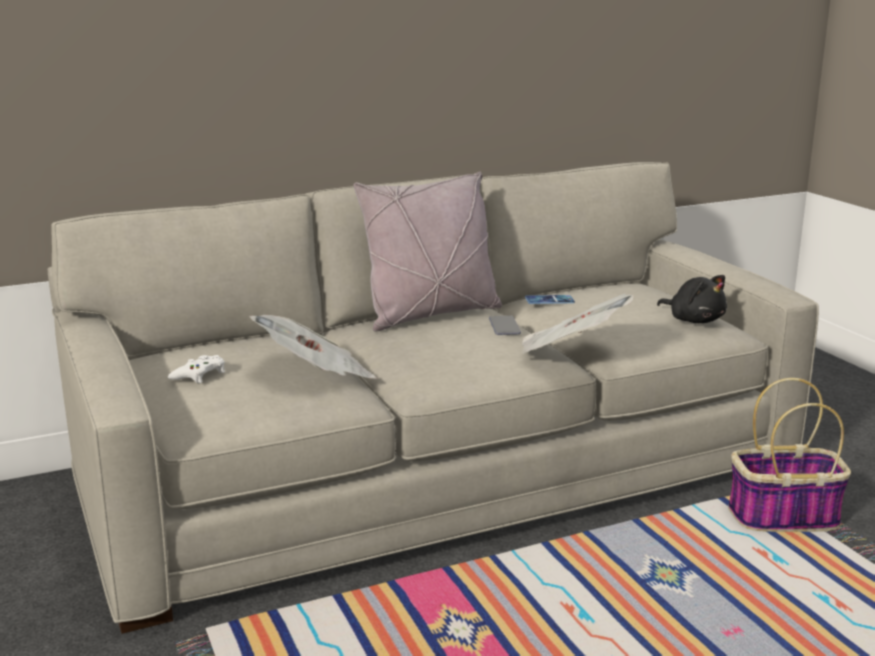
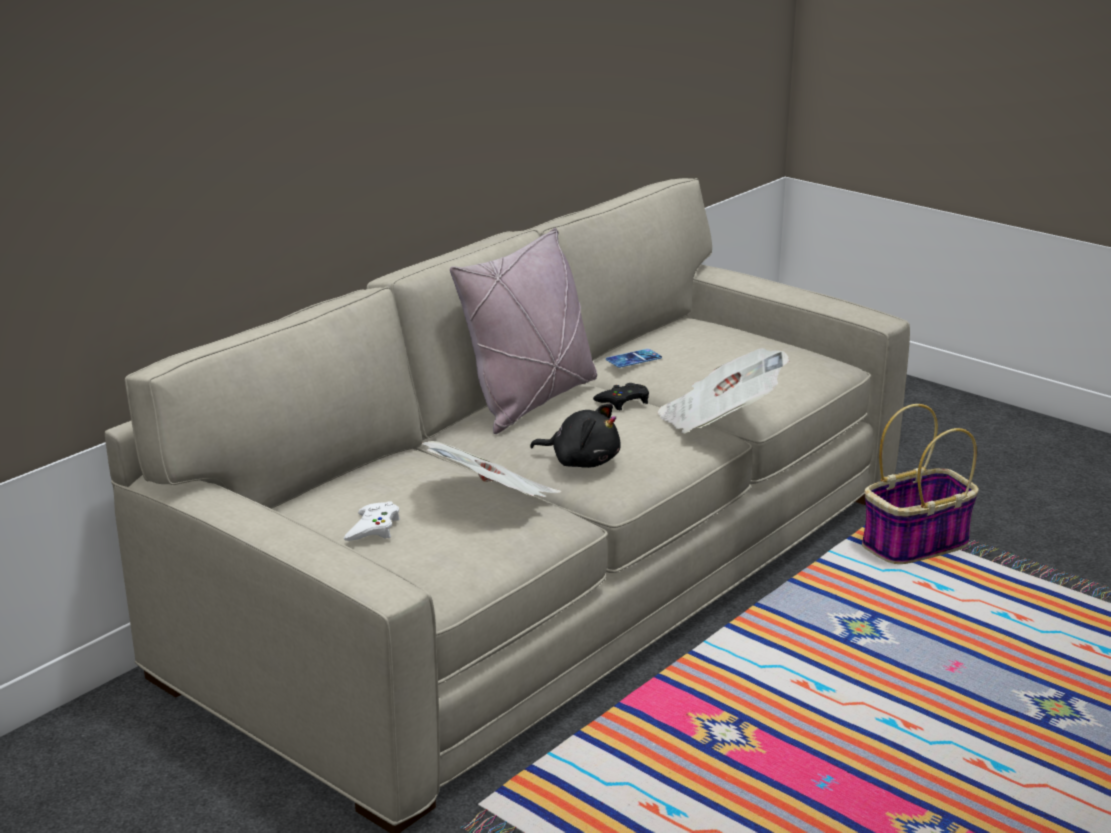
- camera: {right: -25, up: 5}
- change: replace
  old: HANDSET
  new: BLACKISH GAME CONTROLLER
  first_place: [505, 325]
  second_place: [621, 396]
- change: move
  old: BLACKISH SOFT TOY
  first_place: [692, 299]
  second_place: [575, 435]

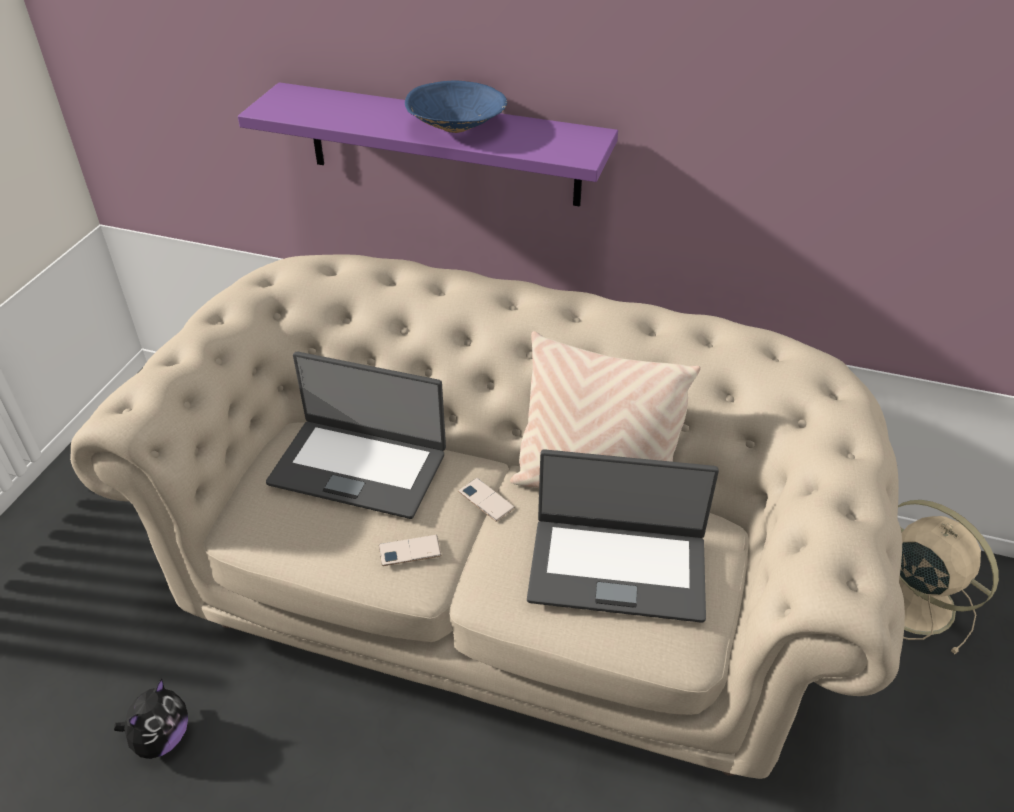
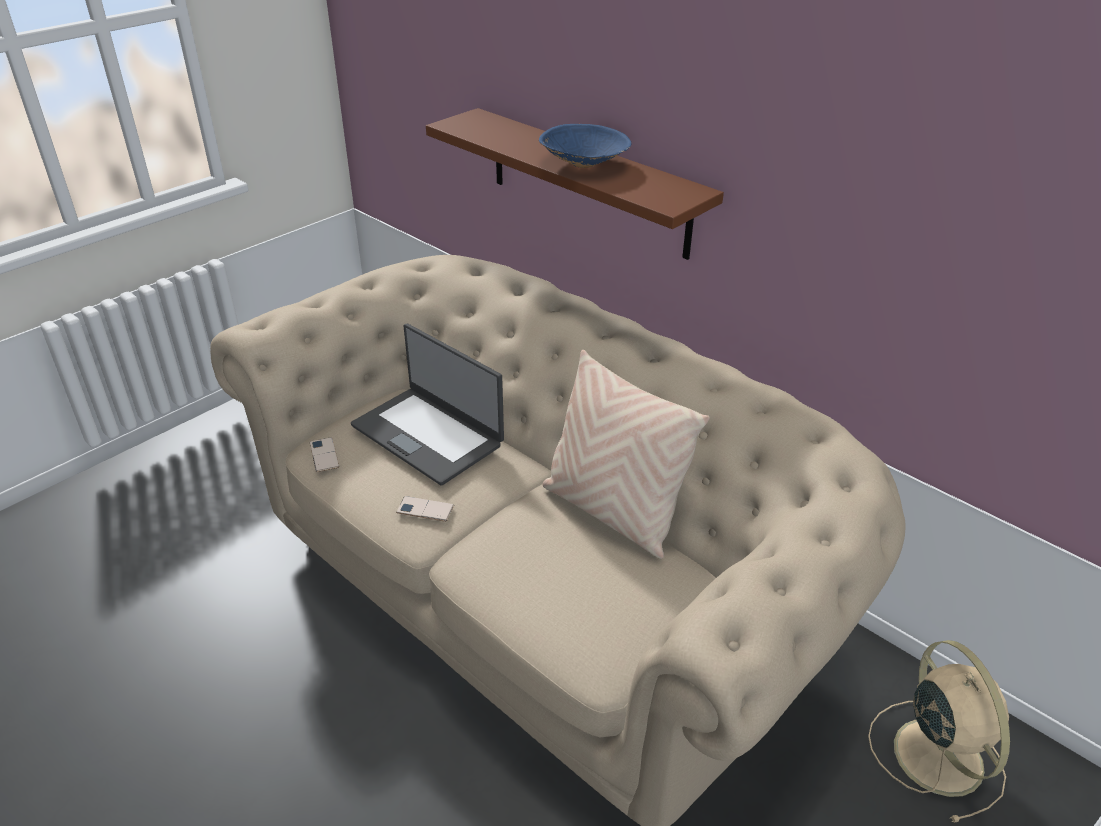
- camera: {right: 25, up: -5}
- change: delete
  old: SOFT TOY
  first_place: [151, 718]
- change: recolor
  old: PURPLE BRACKET SHELF
  new: BROWN-COLOURED BRACKET SHELF
  first_place: [428, 144]
  second_place: [575, 184]
- change: move
  old: HANDSET
  first_place: [486, 500]
  second_place: [324, 454]
- change: delete
  old: PORTABLE COMPUTER
  first_place: [623, 536]

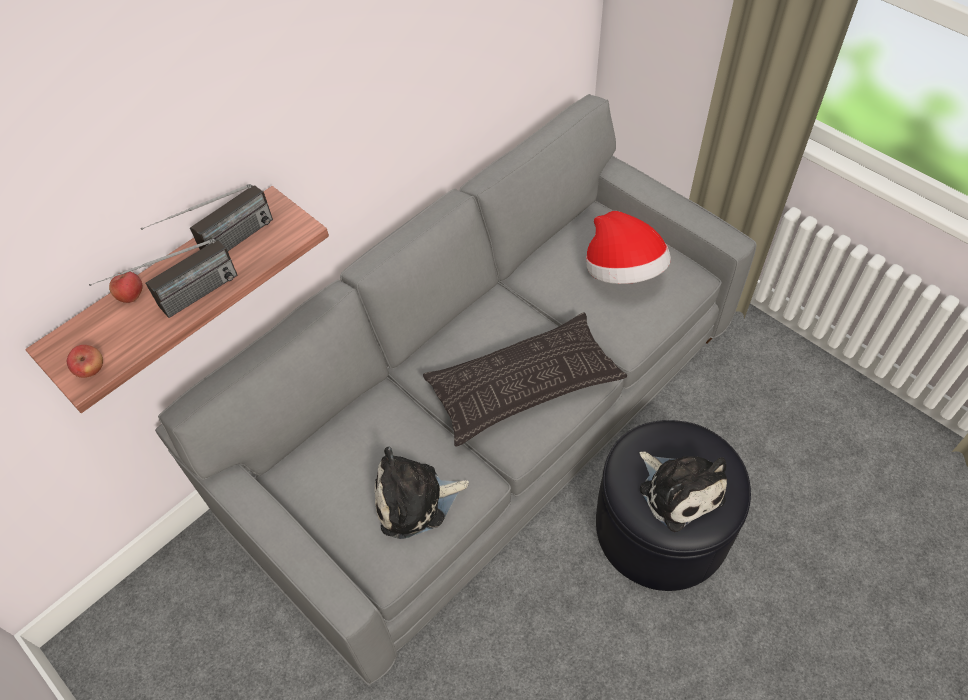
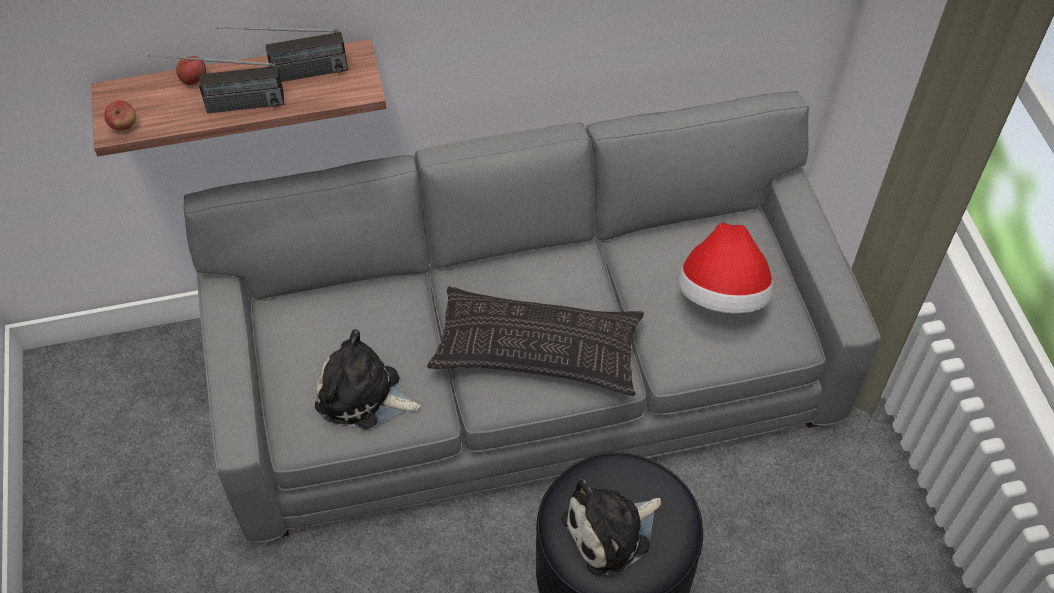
- camera: {right: 30, up: 0}
- change: rotate
  old: SOFT TOY
  first_place: [683, 491]
  second_place: [611, 527]
  degrees: 60

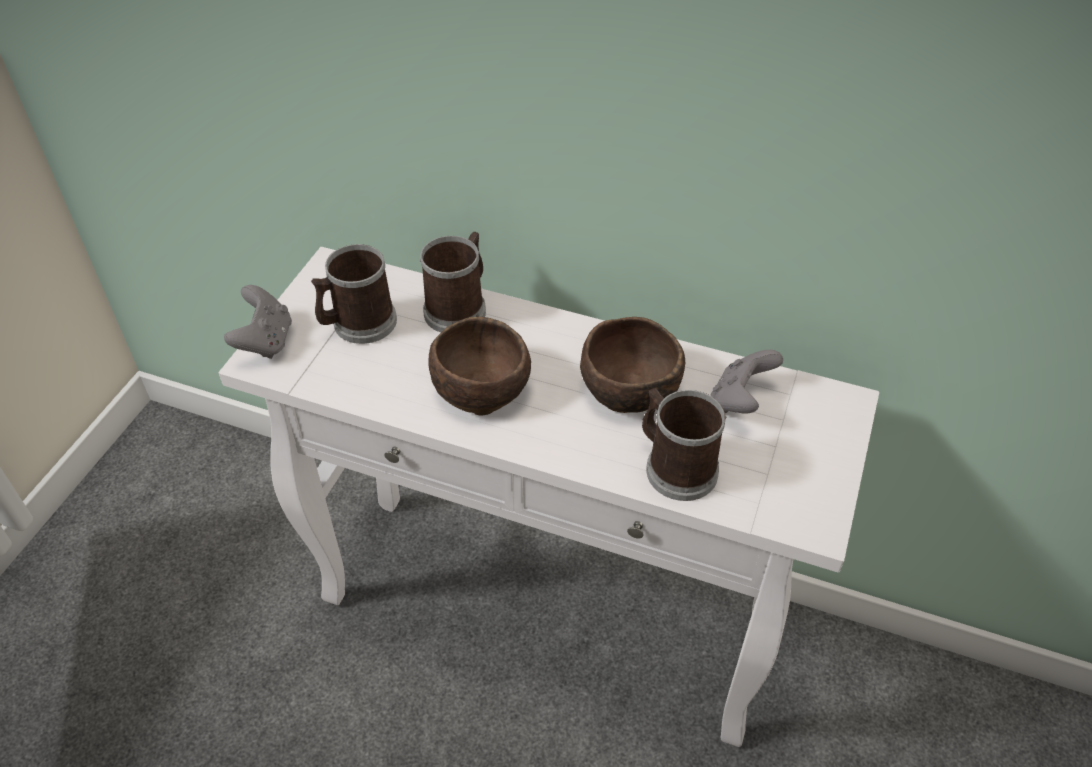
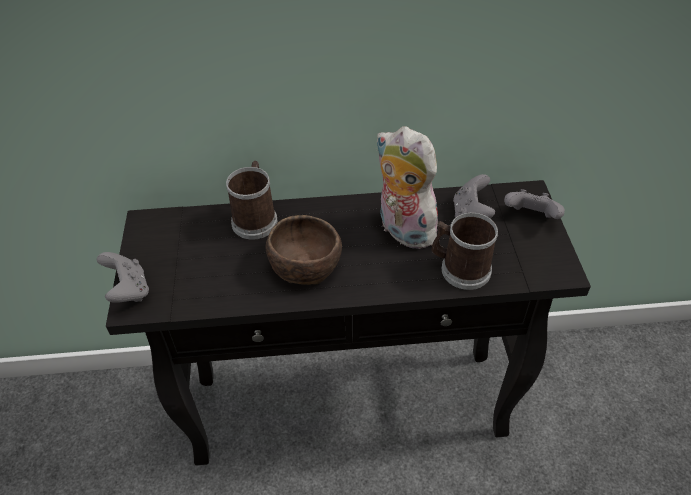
- camera: {right: -25, up: 0}
- change: recolor
  old: WHITE NARROW TABLE
  new: BLACKISH NARROW TABLE
  first_place: [548, 497]
  second_place: [348, 322]
- change: delete
  old: MUG
  first_place: [354, 294]
- change: replace
  old: BROWN-COLOURED SERVING BOWL
  new: SOFT TOY
  first_place: [632, 365]
  second_place: [407, 187]
- change: insert
  new: GRAY GAME CONTROLLER
  second_place: [534, 204]

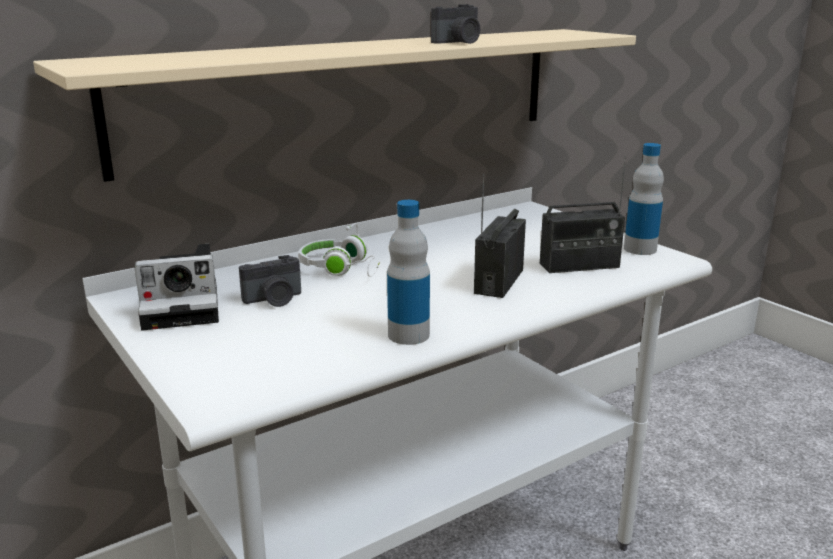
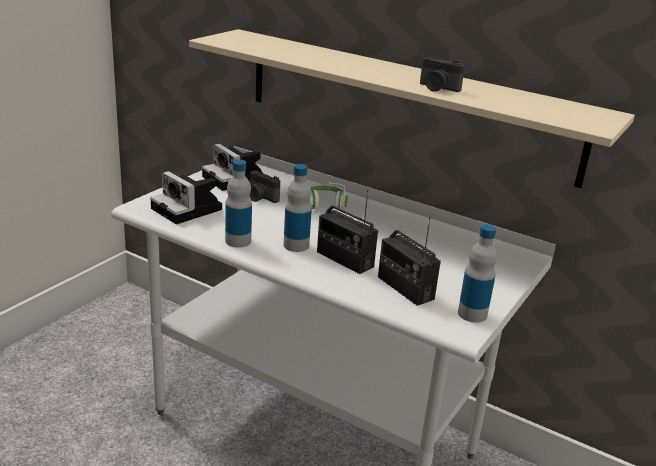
- camera: {right: 65, up: 5}
- change: rotate
  old: RADIO RECEIVER
  first_place: [500, 236]
  second_place: [347, 232]
  degrees: -135
- change: insert
  new: PHOTO CAMERA
  second_place: [186, 197]
- change: insert
  new: DRINK BOTTLE
  second_place: [298, 208]

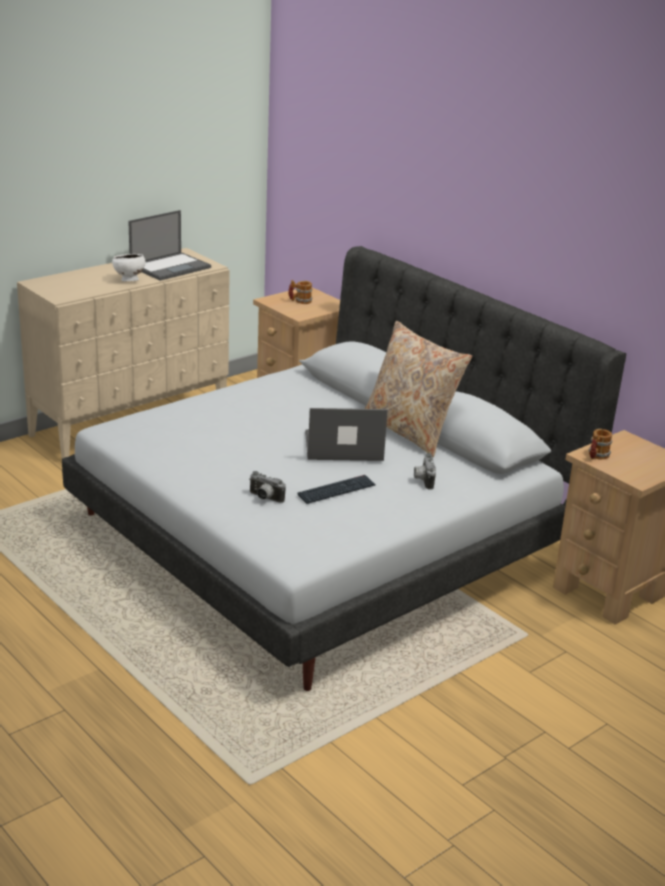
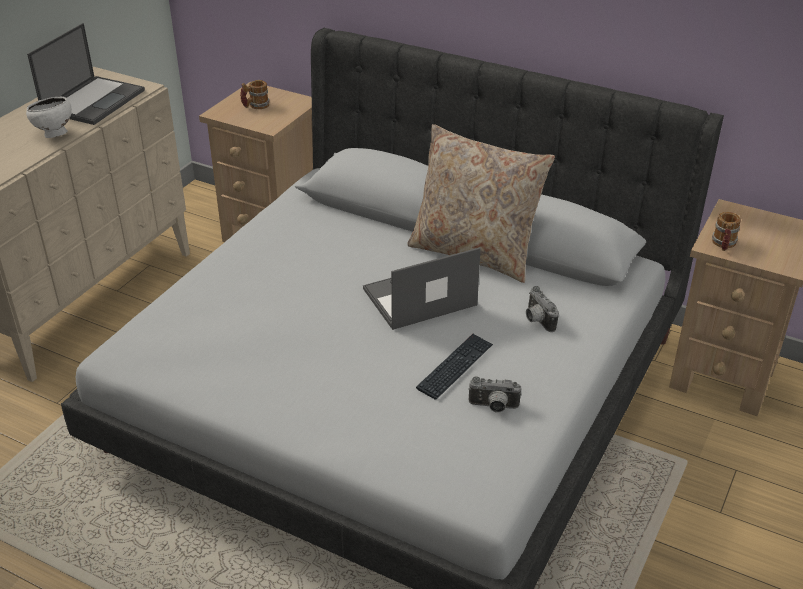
- camera: {right: -20, up: 10}
- change: move
  old: PHOTO CAMERA
  first_place: [267, 487]
  second_place: [494, 394]

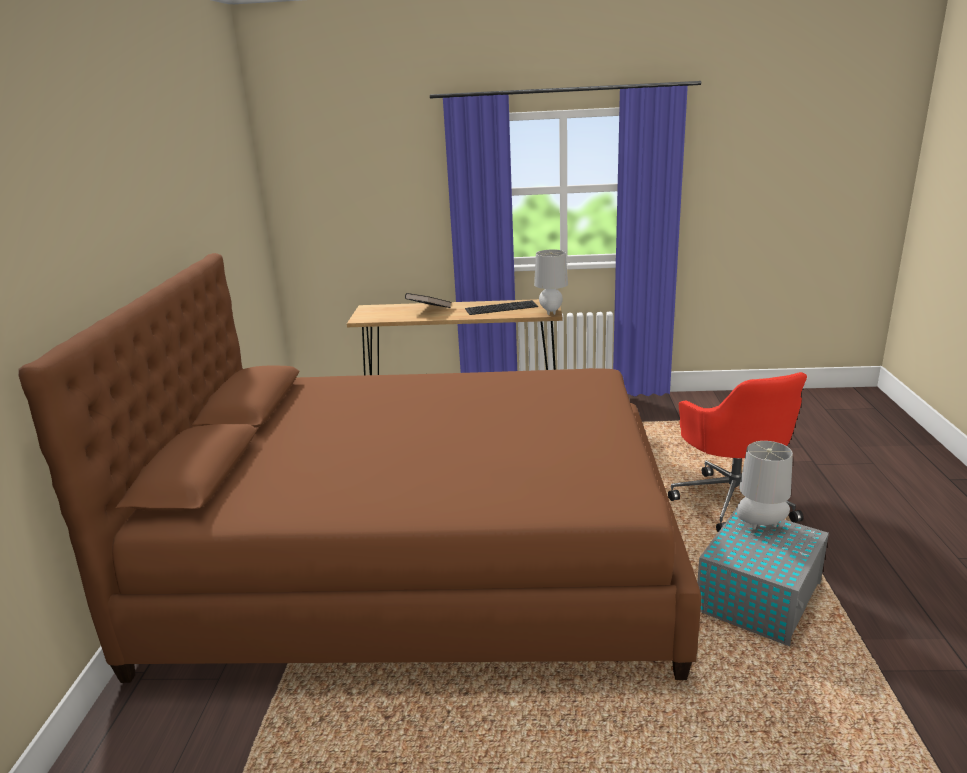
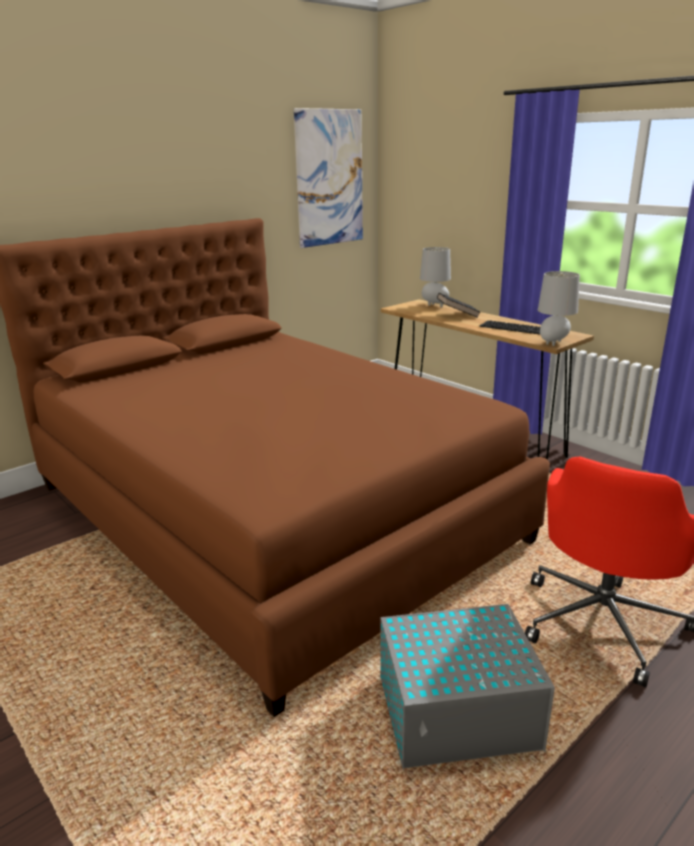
- camera: {right: 45, up: 0}
- change: move
  old: GRAY TABLETOP LAMP
  first_place: [765, 485]
  second_place: [435, 277]
- change: insert
  new: WALL ART
  second_place: [328, 178]

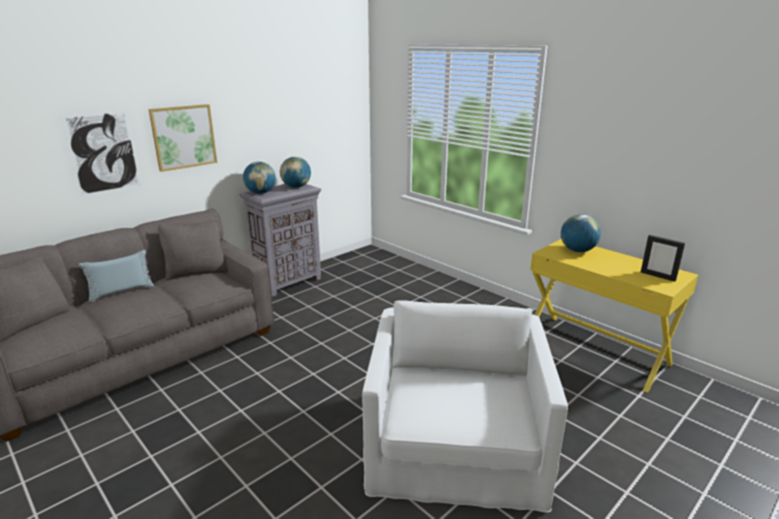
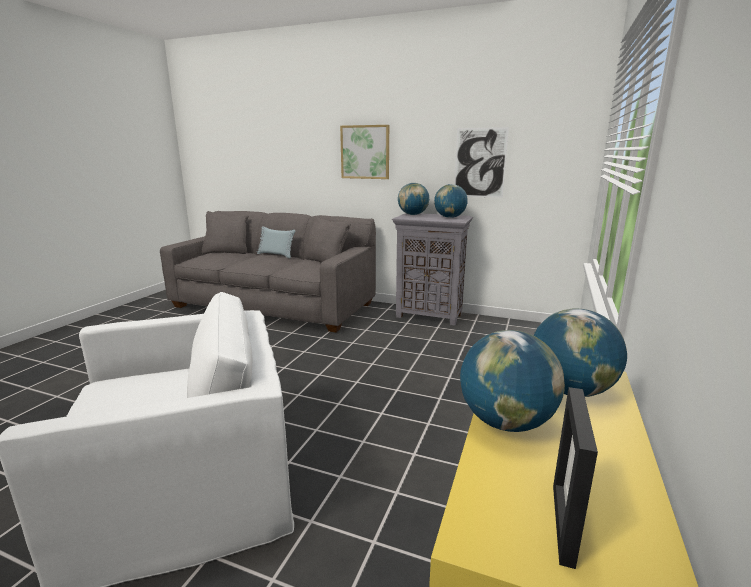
- camera: {right: 65, up: -5}
- change: move
  old: WALL ART
  first_place: [101, 153]
  second_place: [481, 162]
- change: insert
  new: DESK GLOBE
  second_place: [512, 381]

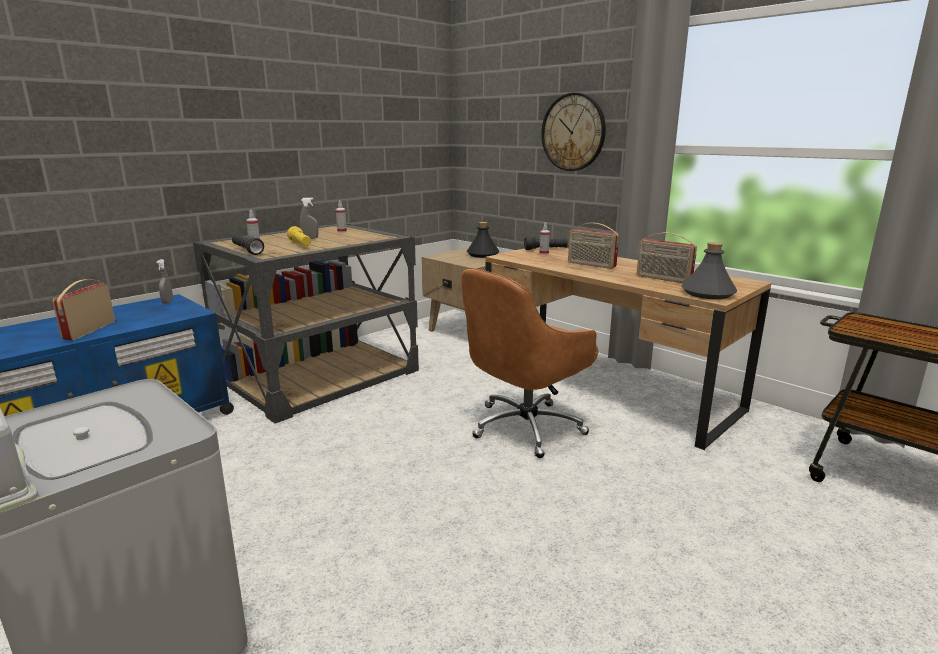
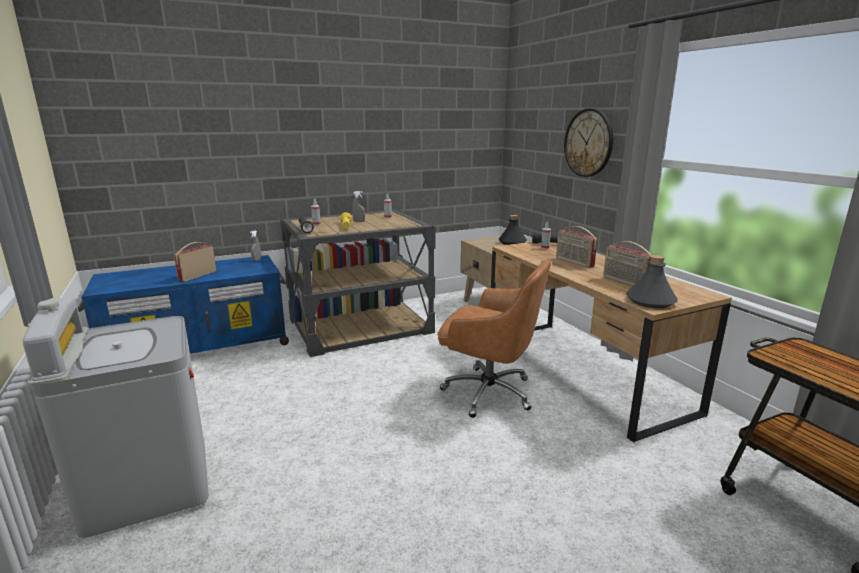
- camera: {right: 20, up: 0}
- change: rotate
  old: BROWN-COLOURED OFFICE CHAIR
  first_place: [530, 363]
  second_place: [494, 338]
  degrees: -135

